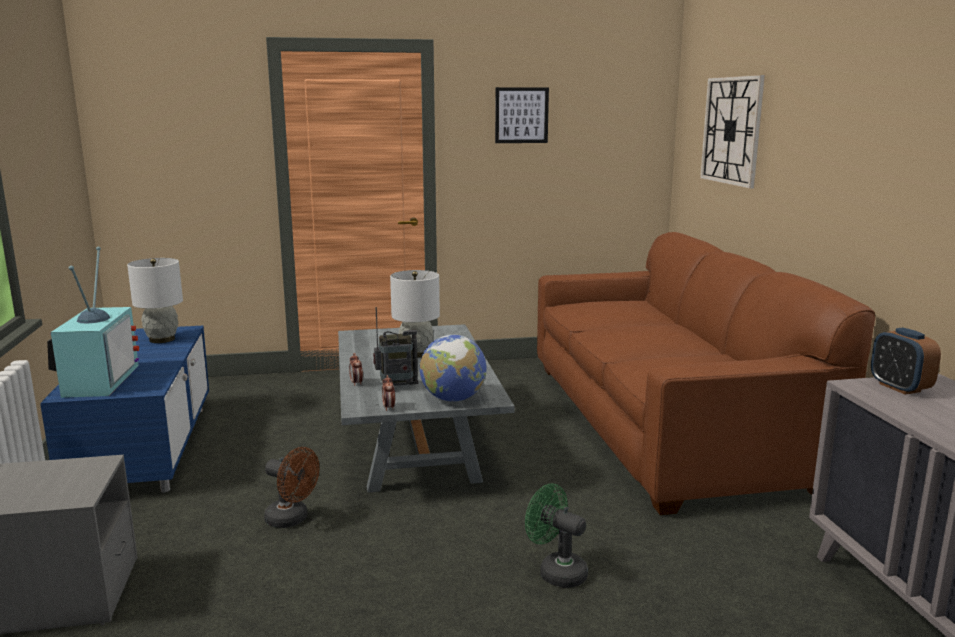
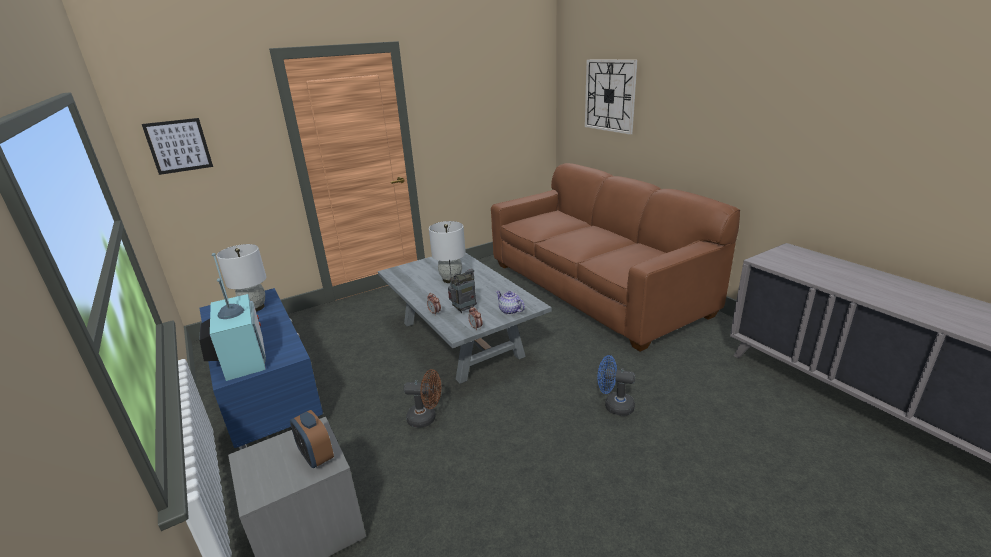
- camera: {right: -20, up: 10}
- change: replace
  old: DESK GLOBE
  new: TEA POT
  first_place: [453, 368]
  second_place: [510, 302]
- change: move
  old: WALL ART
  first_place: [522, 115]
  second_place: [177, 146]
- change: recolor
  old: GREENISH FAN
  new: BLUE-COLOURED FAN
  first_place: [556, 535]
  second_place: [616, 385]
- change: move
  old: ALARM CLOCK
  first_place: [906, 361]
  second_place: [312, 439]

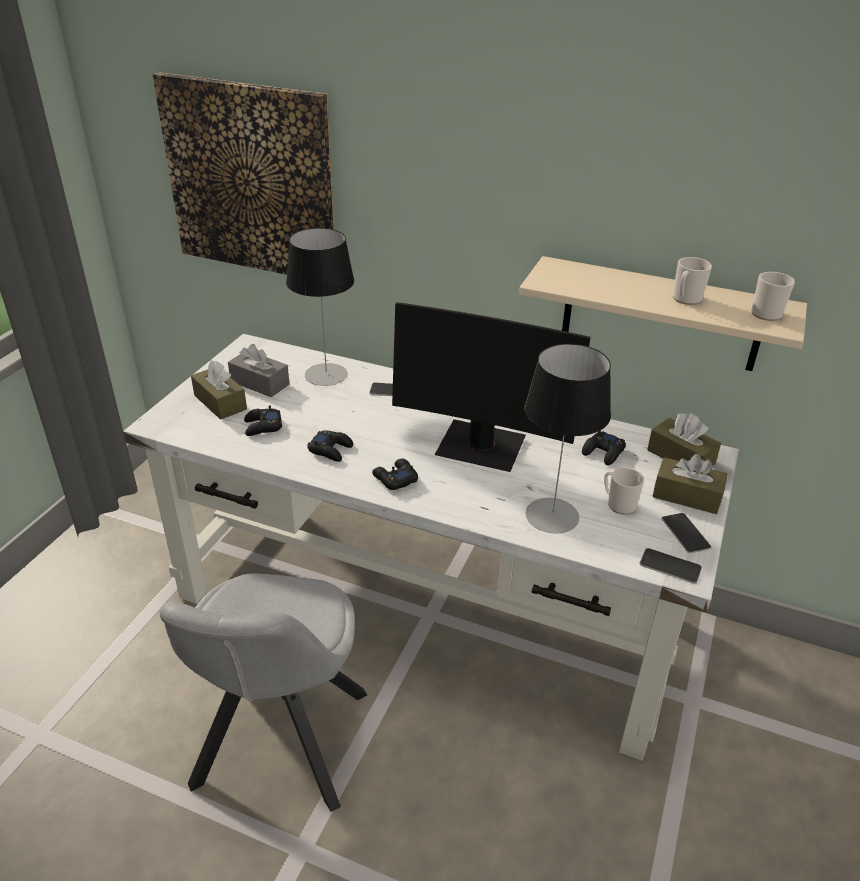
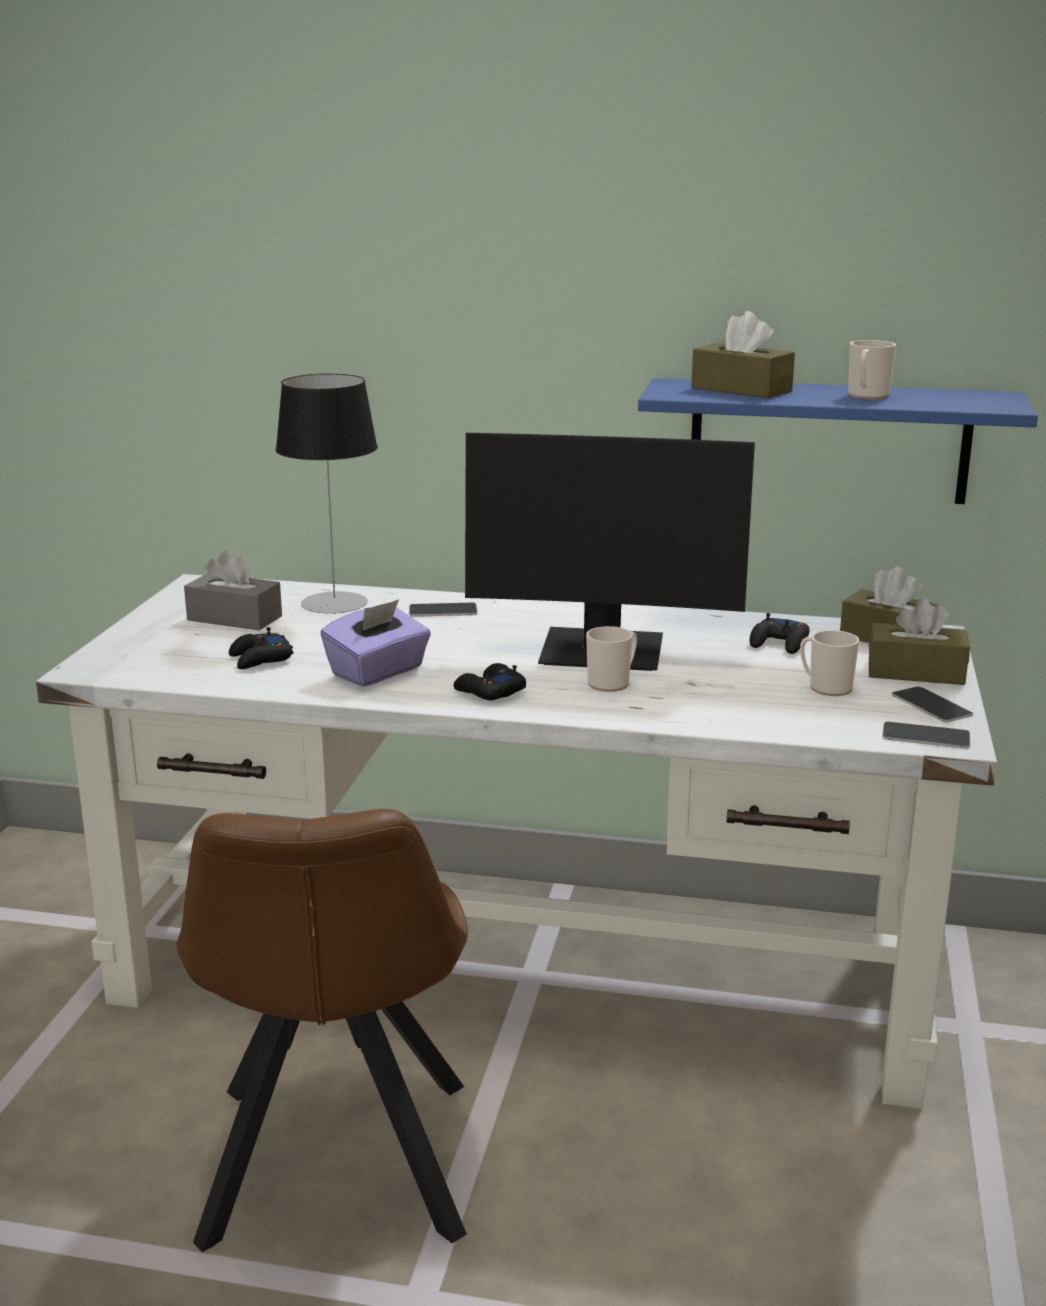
- camera: {right: -10, up: -15}
- change: delete
  old: WALL ART
  first_place: [243, 173]
- change: recolor
  old: GRAY CHAIR
  new: BROWN-COLOURED CHAIR
  first_place: [263, 692]
  second_place: [322, 1030]
- change: move
  old: BROWN-COLOURED TISSUE HOLDER
  first_place: [219, 390]
  second_place: [743, 355]
- change: replace
  old: BLACKISH GAME CONTROLLER
  new: PURPLE TISSUE HOLDER
  first_place: [330, 446]
  second_place: [375, 643]
- change: recolor
  old: BEIGE BRACKET SHELF
  new: BLUE-COLOURED BRACKET SHELF
  first_place: [663, 313]
  second_place: [838, 441]
- change: delete
  old: TABLETOP LAMP
  first_place: [567, 438]
- change: move
  old: MUG
  first_place: [773, 296]
  second_place: [611, 659]

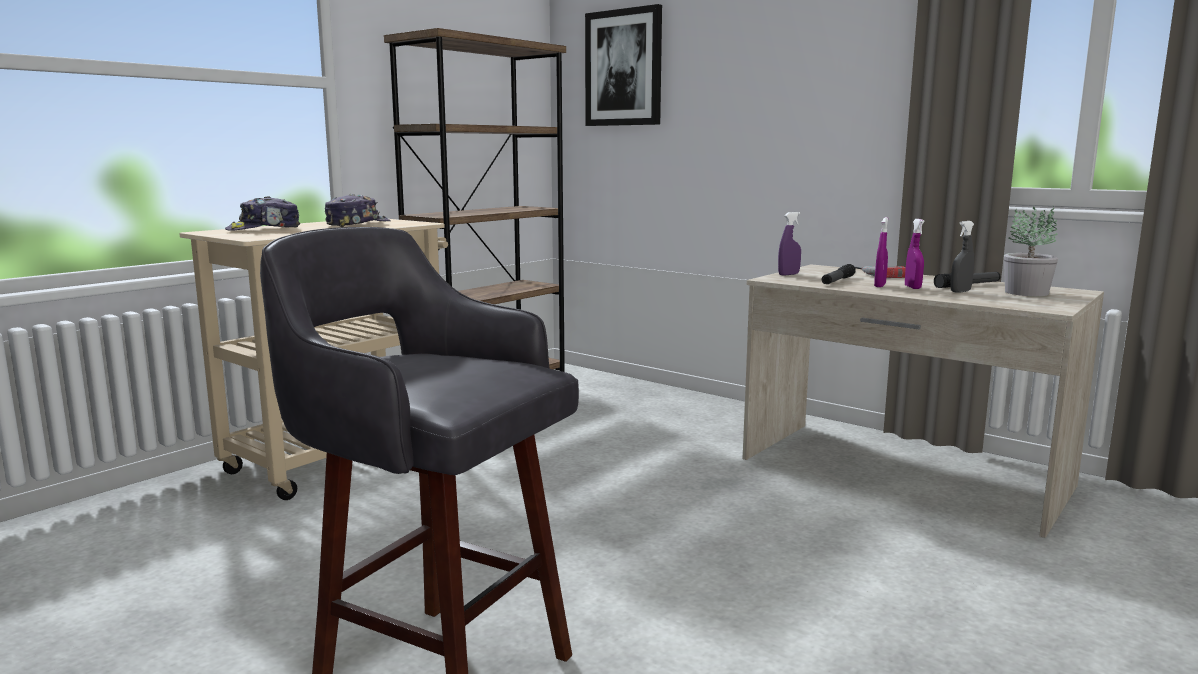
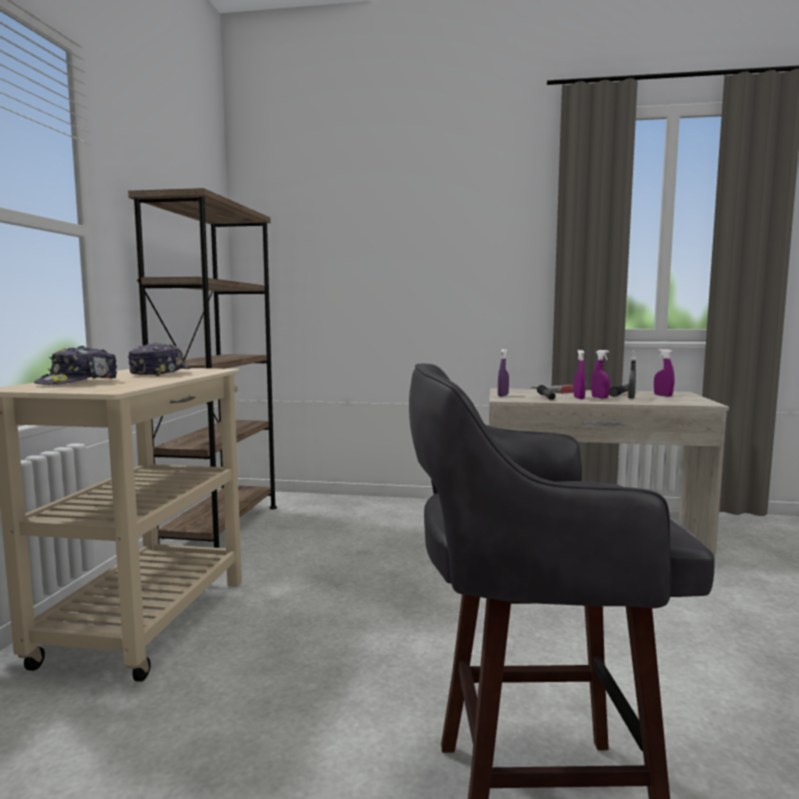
- camera: {right: -30, up: -5}
- change: delete
  old: WALL ART
  first_place: [623, 65]
- change: replace
  old: PLANT IN A POT
  new: PURPLE SPRAY BOTTLE
  first_place: [1031, 251]
  second_place: [664, 373]

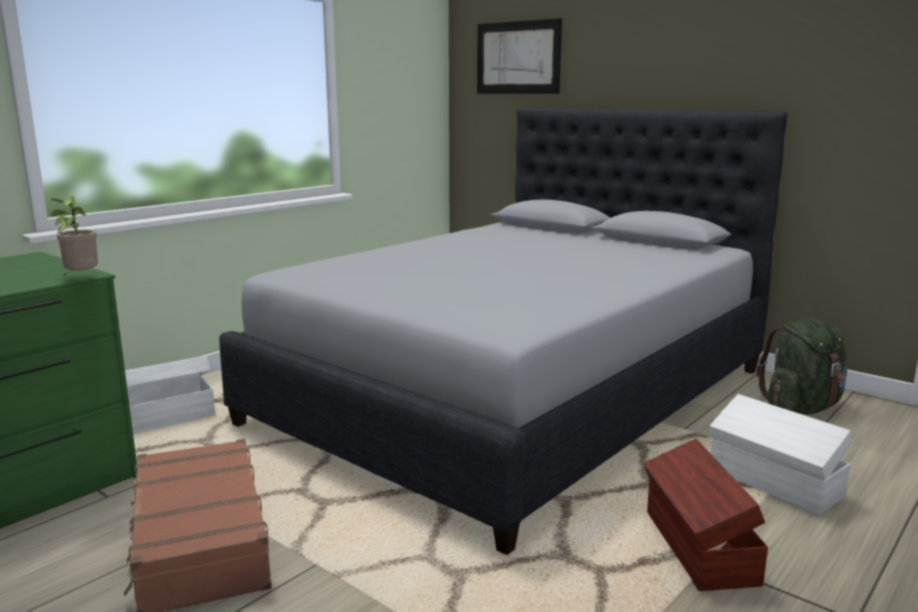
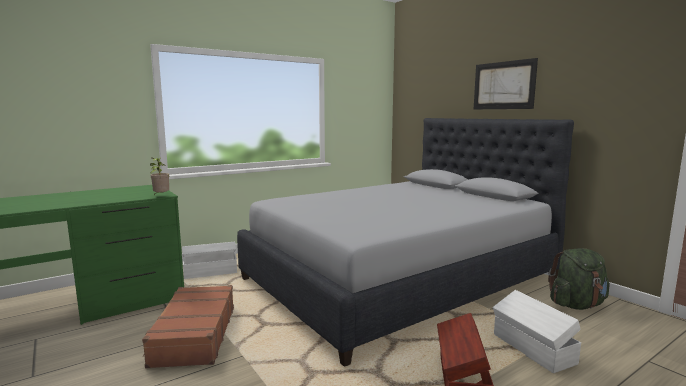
- camera: {right: 15, up: -5}
- change: move
  old: WALL ART
  first_place: [519, 56]
  second_place: [506, 83]

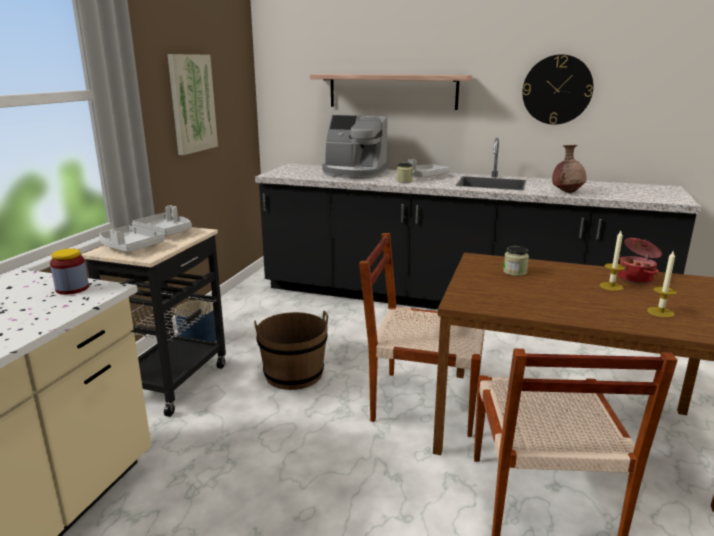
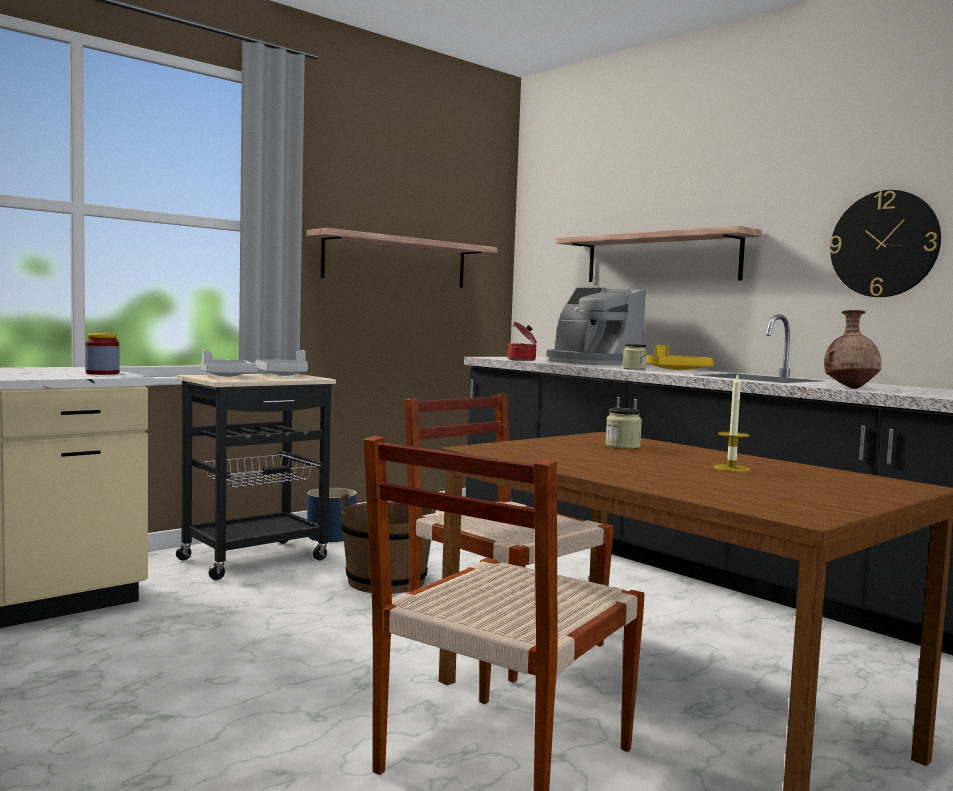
- camera: {right: 30, up: -15}
- change: replace
  old: WALL ART
  new: BRACKET SHELF
  first_place: [193, 104]
  second_place: [401, 258]
- change: recolor
  old: GRAY SERVING TRAY
  new: YELLOW SERVING TRAY
  first_place: [429, 168]
  second_place: [680, 357]
- change: move
  old: STOCKPOT
  first_place: [640, 261]
  second_place: [522, 341]
- change: delete
  old: WAX LIGHT
  first_place: [662, 284]

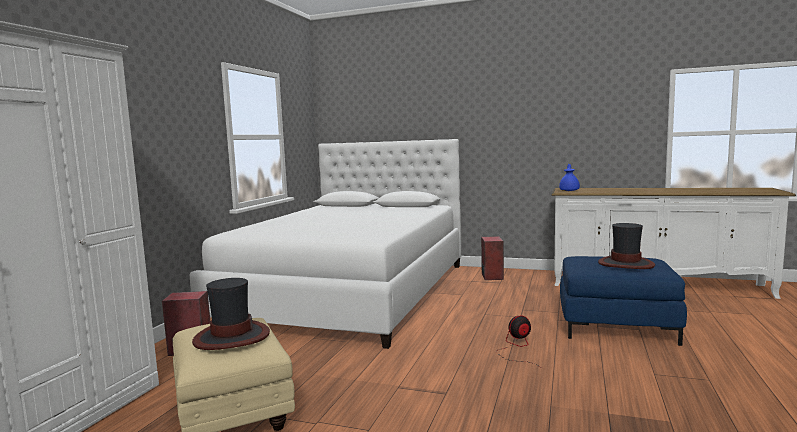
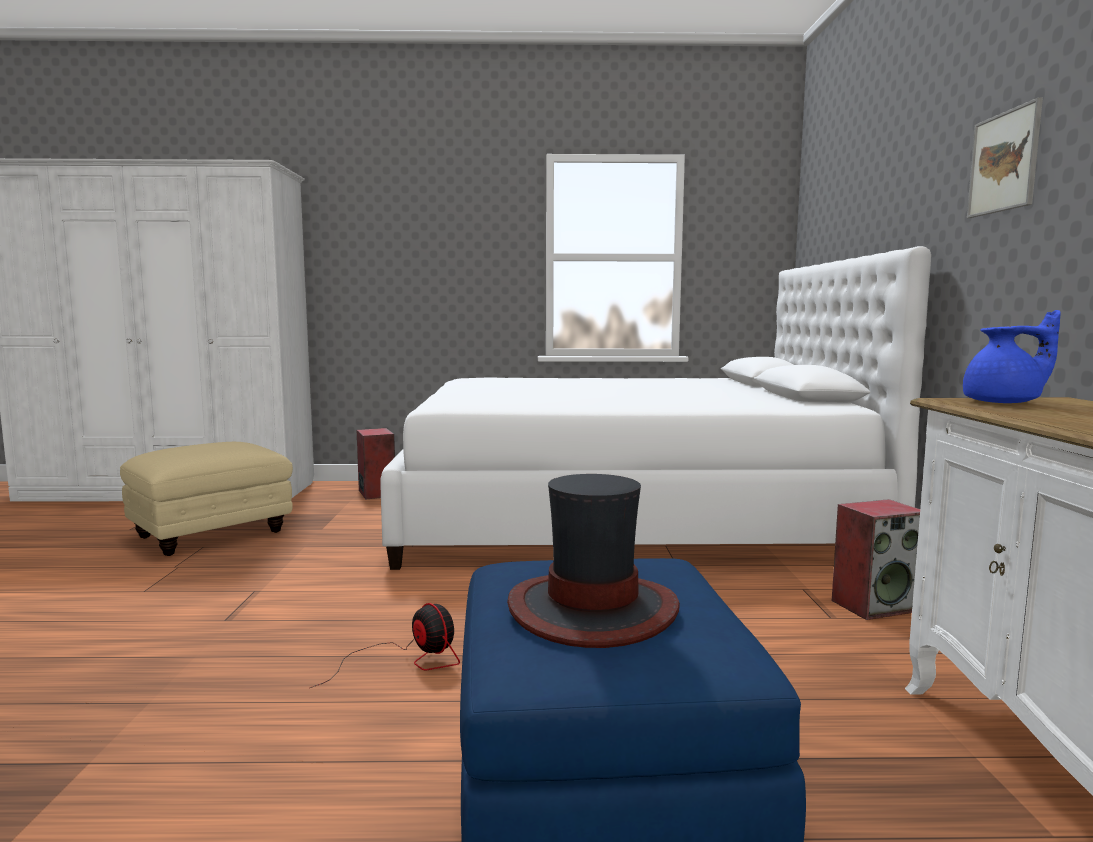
- camera: {right: 70, up: 0}
- change: delete
  old: CLOTHING HAT
  first_place: [231, 314]
- change: insert
  new: WALL ART
  second_place: [1005, 157]

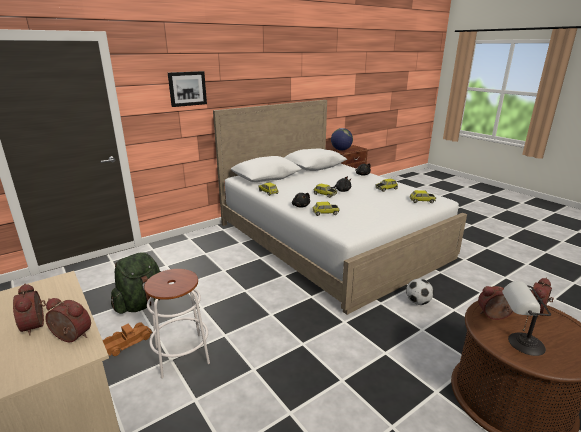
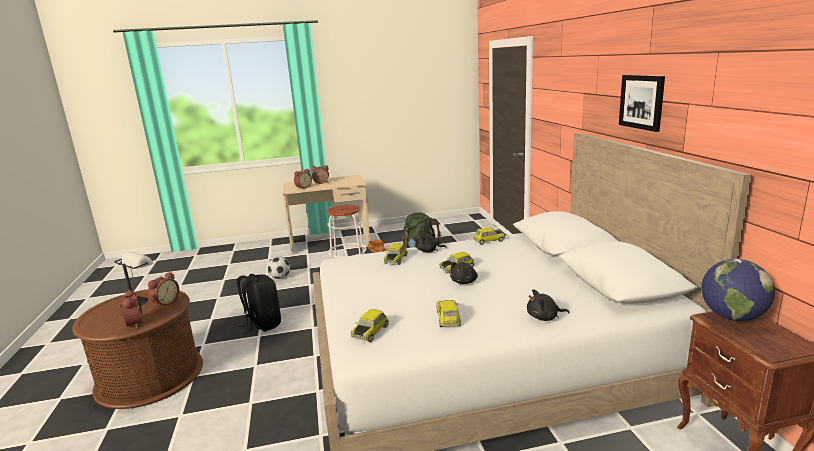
- camera: {right: 115, up: -5}
- change: move
  old: WALL ART
  first_place: [187, 89]
  second_place: [642, 103]
- change: move
  old: BALL FOR FOOTBALL
  first_place: [420, 292]
  second_place: [279, 268]
- change: insert
  new: BLACKISH RUCKSACK
  second_place: [259, 304]

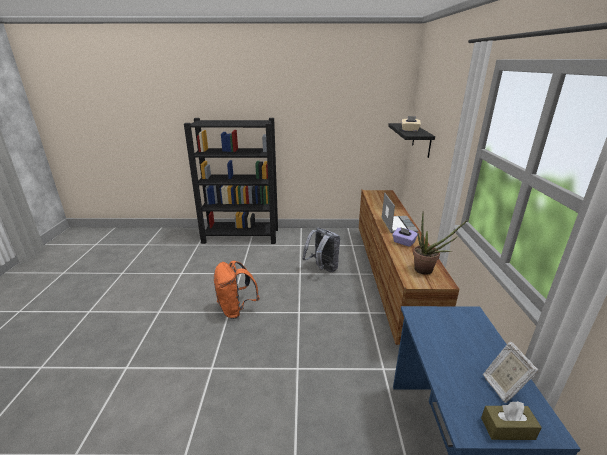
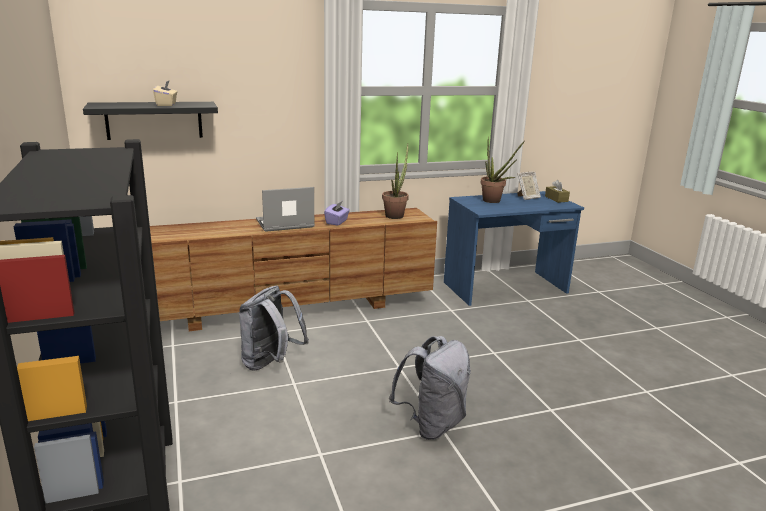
- camera: {right: -110, up: -5}
- change: recolor
  old: ORANGEY RUCKSACK
  new: GRAY RUCKSACK
  first_place: [237, 290]
  second_place: [430, 388]
- change: insert
  new: PLANT IN A POT
  second_place: [503, 170]

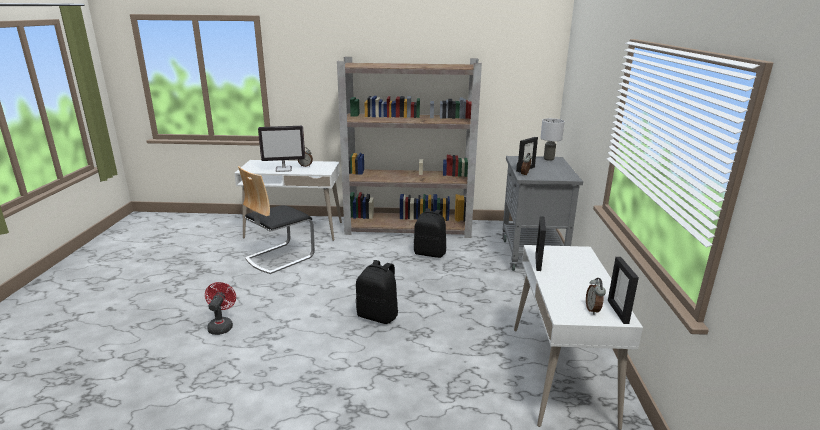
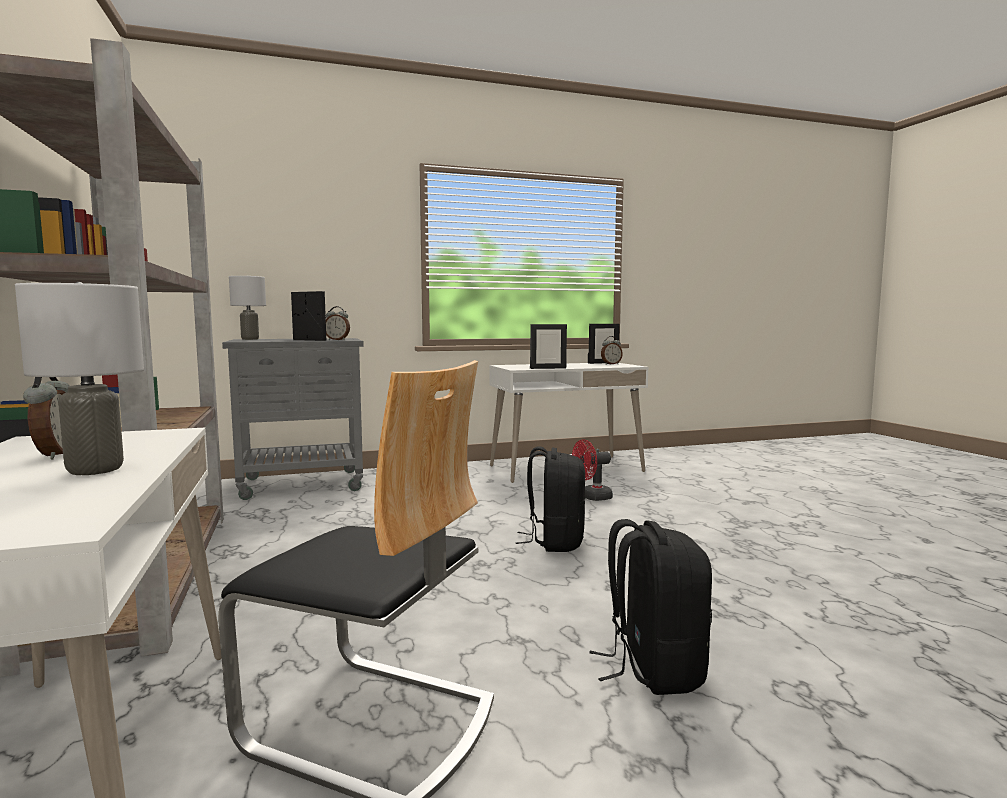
- camera: {right: -110, up: -15}
- change: move
  old: RED FAN
  first_place: [220, 308]
  second_place: [592, 470]
- change: replace
  old: COMPUTER DISPLAY
  new: WHITE TABLETOP LAMP
  first_place: [281, 149]
  second_place: [79, 378]
- change: move
  old: BLACKISH RUCKSACK
  first_place: [430, 233]
  second_place: [650, 607]

